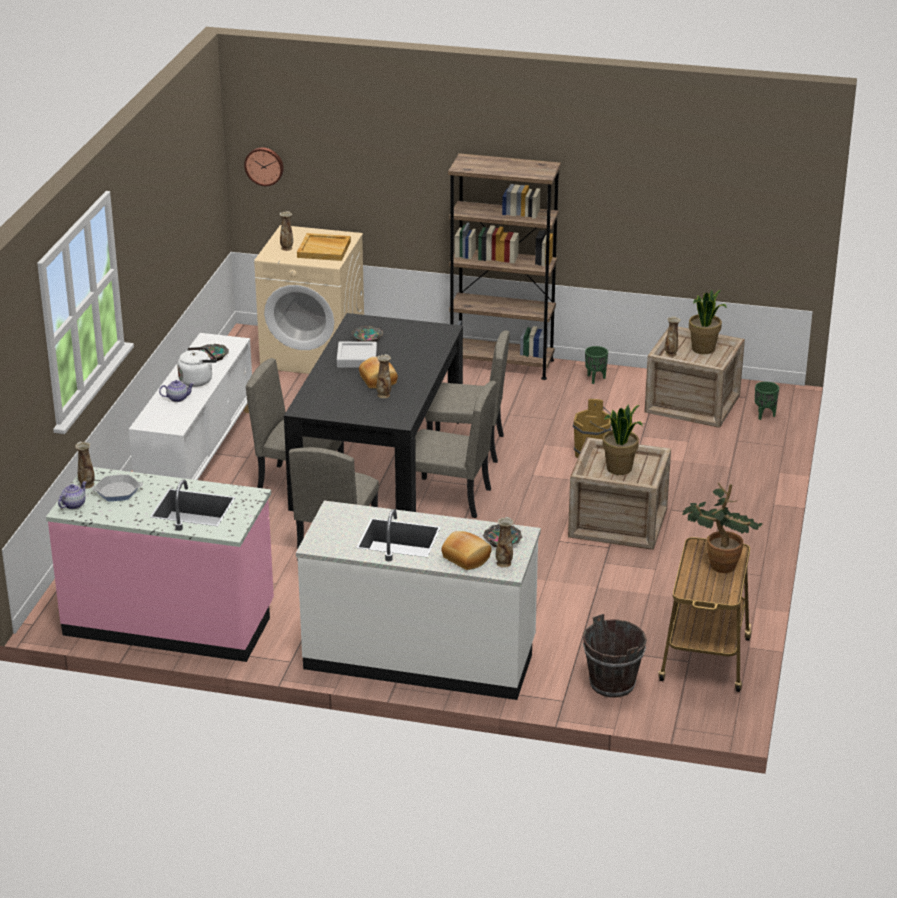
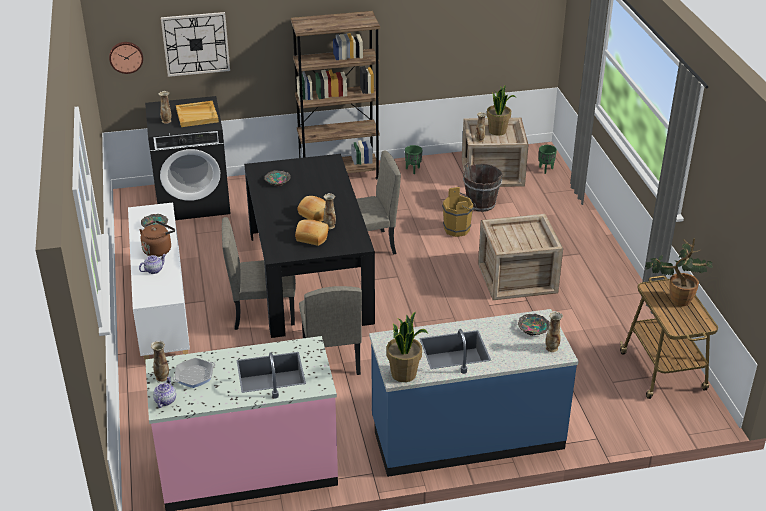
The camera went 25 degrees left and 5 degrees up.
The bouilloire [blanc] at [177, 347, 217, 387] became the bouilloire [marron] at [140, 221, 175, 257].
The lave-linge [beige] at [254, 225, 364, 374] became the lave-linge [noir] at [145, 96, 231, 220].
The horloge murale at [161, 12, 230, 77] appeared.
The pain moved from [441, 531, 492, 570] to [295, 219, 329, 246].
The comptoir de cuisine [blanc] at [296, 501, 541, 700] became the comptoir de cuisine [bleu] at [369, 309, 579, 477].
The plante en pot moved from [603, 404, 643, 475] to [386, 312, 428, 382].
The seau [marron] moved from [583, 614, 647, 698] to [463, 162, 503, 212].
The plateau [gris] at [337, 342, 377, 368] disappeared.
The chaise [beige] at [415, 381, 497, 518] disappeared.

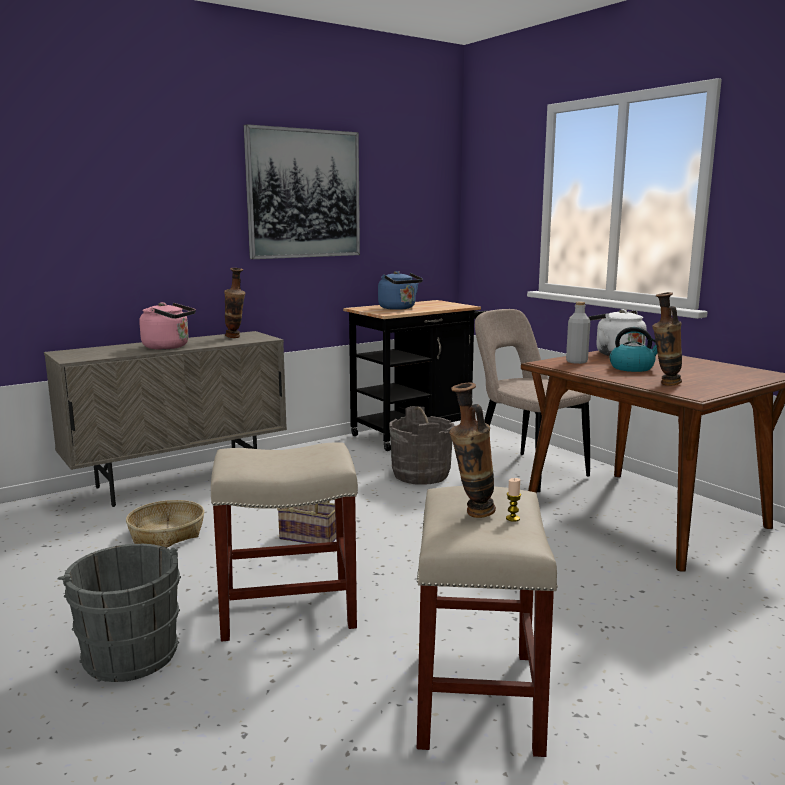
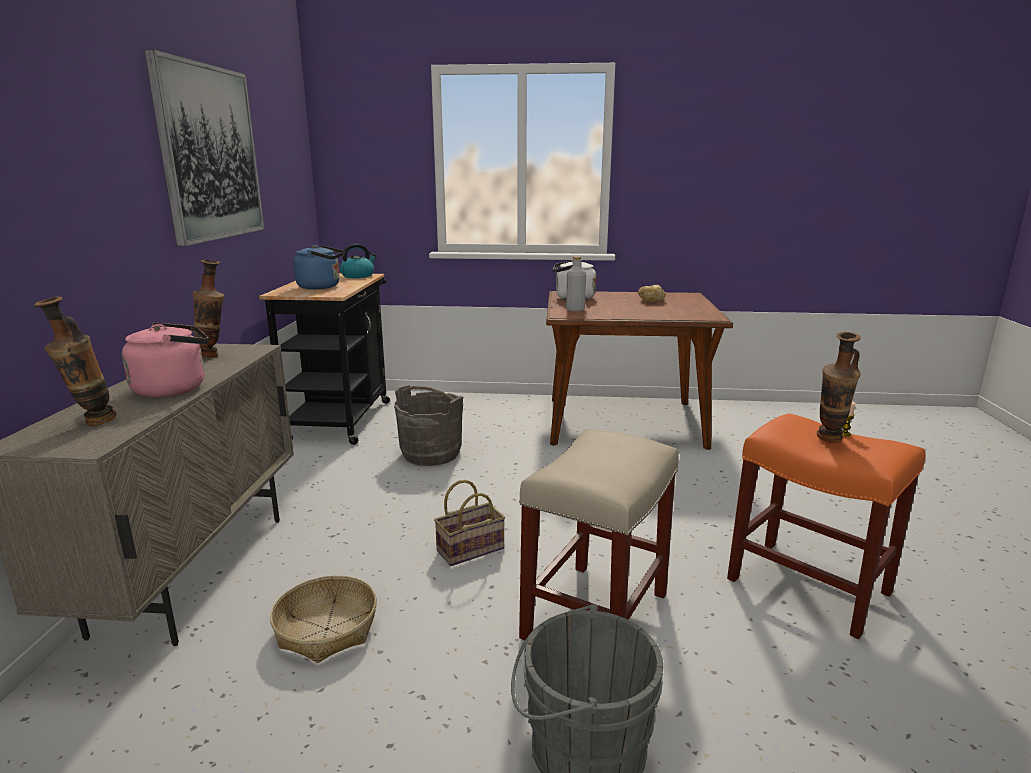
The camera went 50 degrees left and 5 degrees up.
The vase moved from [652, 292, 682, 385] to [34, 296, 116, 426].
The bouilloire moved from [610, 327, 658, 372] to [340, 244, 377, 278].
The pain at [638, 285, 666, 302] appeared.
The tabouret [beige] at [417, 486, 558, 757] became the tabouret [orange] at [727, 413, 926, 639].
The chaise [beige] at [475, 309, 591, 492] disappeared.

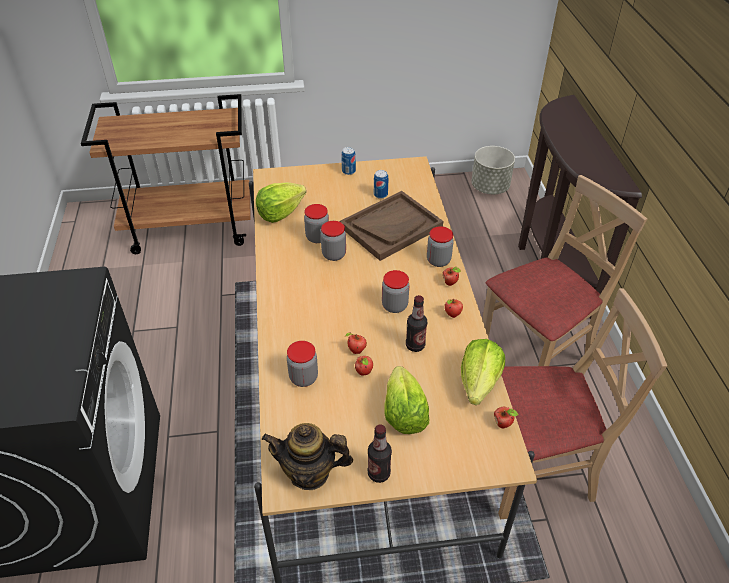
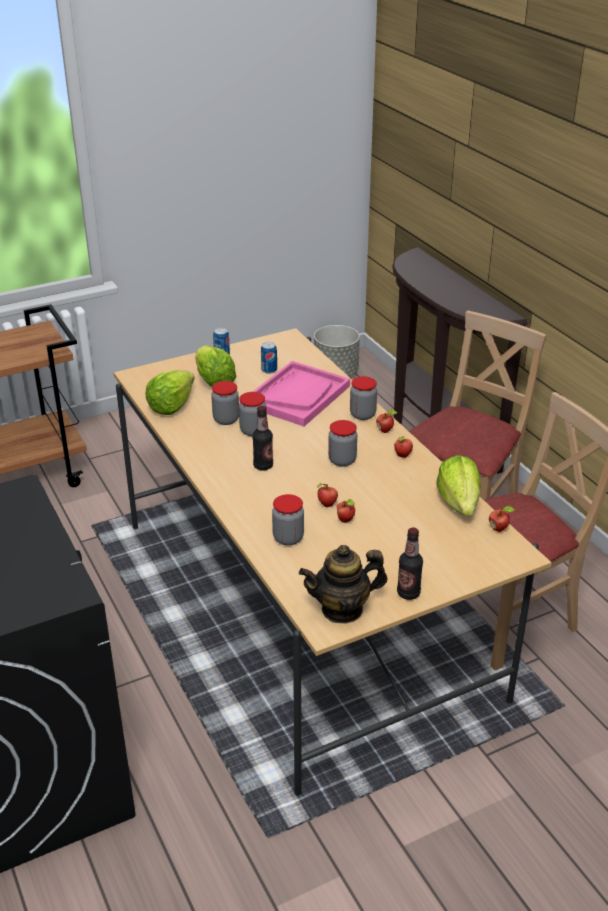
The camera went 20 degrees left and 10 degrees down.
The laitue moved from [385, 366, 429, 434] to [195, 345, 237, 387].
The bouteille moved from [406, 295, 427, 352] to [252, 406, 273, 471].
The plateau [marron] at [340, 191, 443, 261] became the plateau [rose] at [253, 361, 350, 426].

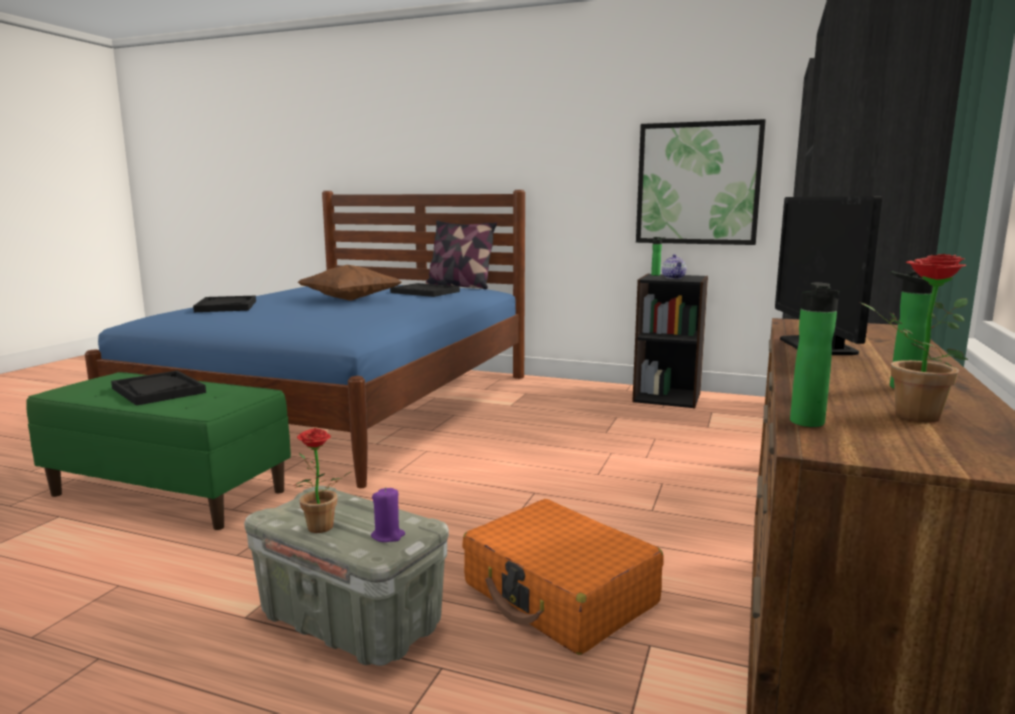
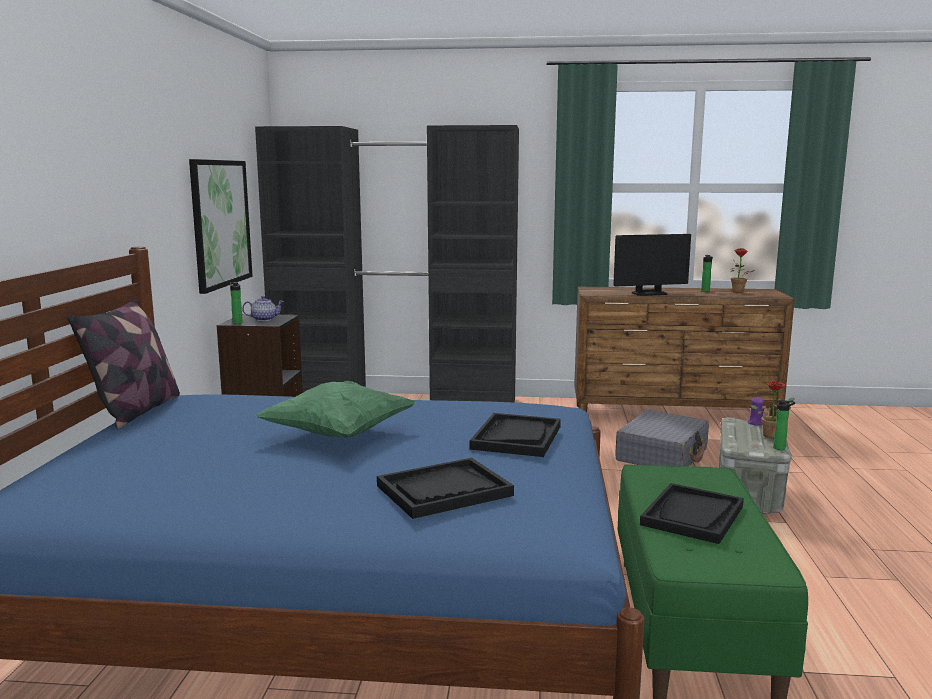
The camera went 105 degrees left and 0 degrees up.
The coussin [marron] at [298, 265, 402, 301] became the coussin [vert] at [255, 381, 416, 438].
The plateau [noir] moved from [390, 283, 460, 297] to [470, 413, 561, 457].
The valise [orange] at [462, 499, 664, 655] became the valise [gris] at [615, 410, 709, 466].
The bouteille moved from [790, 282, 839, 427] to [773, 400, 795, 450].

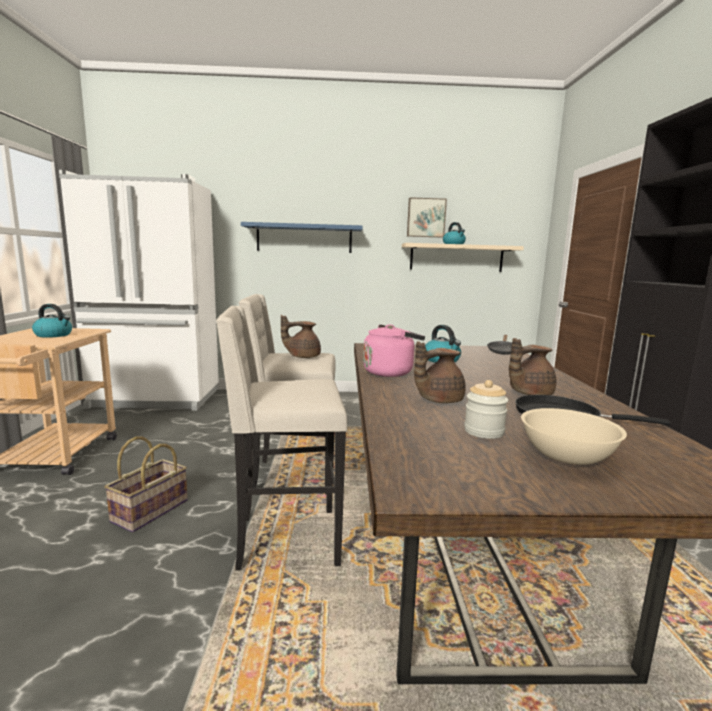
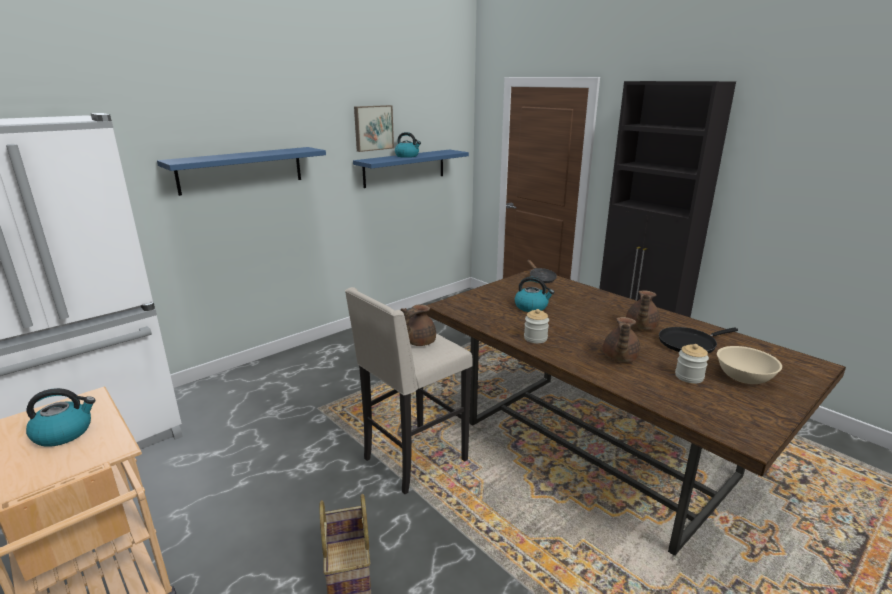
The camera went 40 degrees left and 10 degrees up.
The étagère [beige] at [402, 243, 524, 272] became the étagère [bleu] at [353, 150, 469, 188].
The bouilloire [rose] at [363, 324, 425, 377] was replaced by the bocal at [524, 309, 549, 343].
The tabouret [beige] at [216, 306, 347, 570] disappeared.

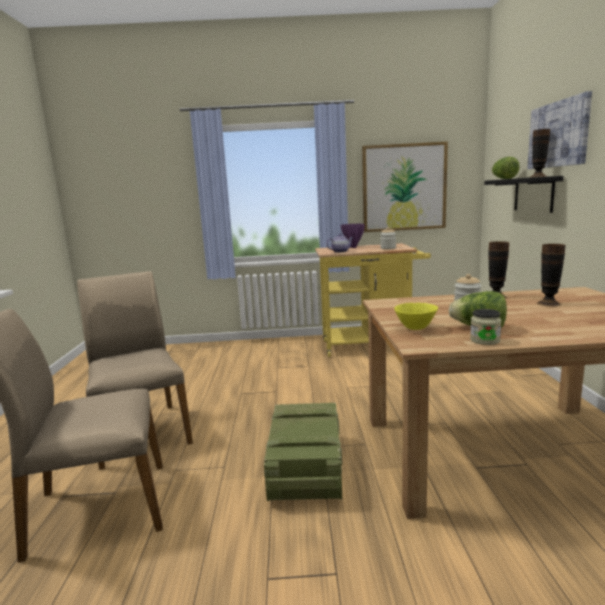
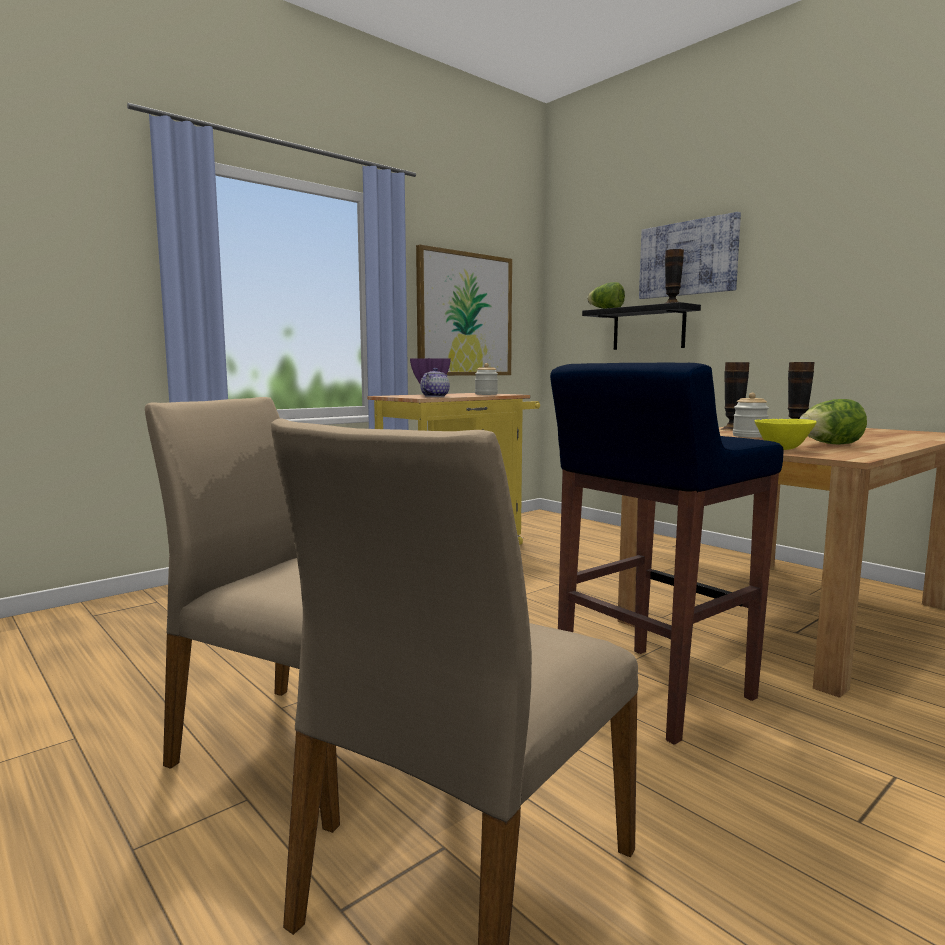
The camera went 40 degrees left and 5 degrees down.
The caisse at [264, 403, 342, 501] was replaced by the tabouret [bleu] at [550, 363, 783, 745].
The bocal at [470, 309, 501, 345] disappeared.

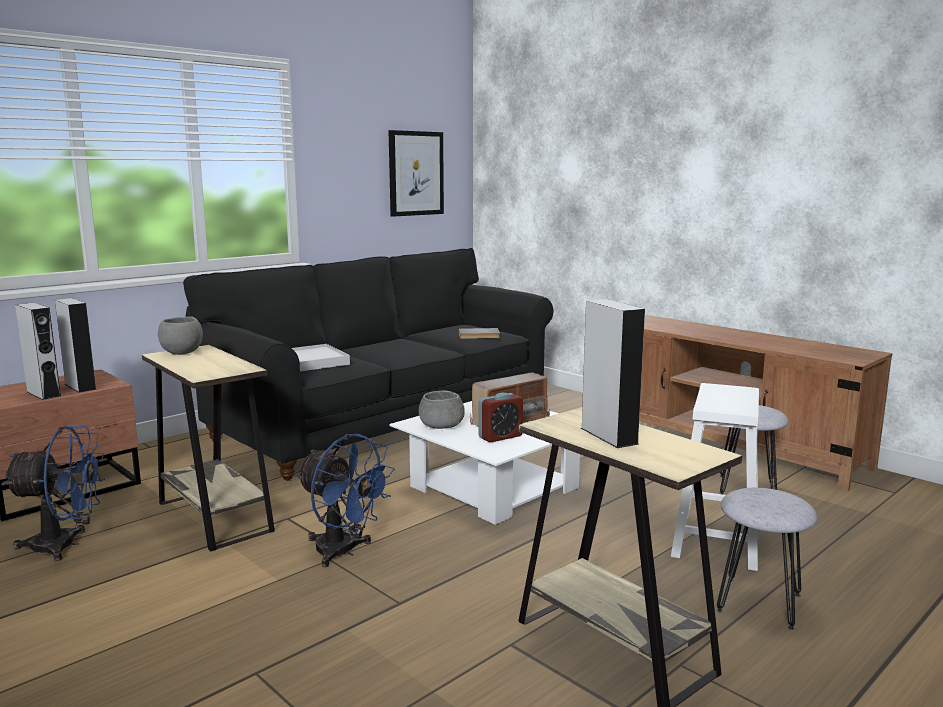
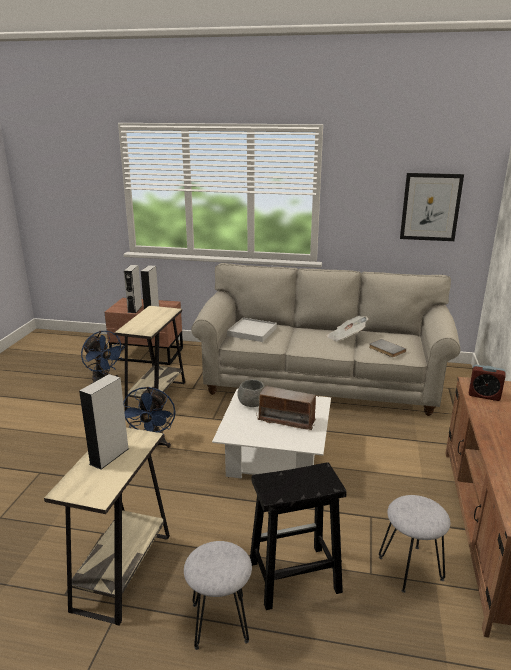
The camera went 55 degrees right and 10 degrees up.
The canapé [noir] at [183, 248, 553, 481] became the canapé [beige] at [191, 263, 460, 416].
The tabouret [blanc] at [671, 383, 759, 571] became the tabouret [noir] at [250, 462, 347, 610].
The journal at [327, 316, 369, 342] appeared.
The réveil moved from [478, 393, 523, 443] to [469, 365, 506, 401].
The bol [gris] at [158, 316, 203, 355] disappeared.

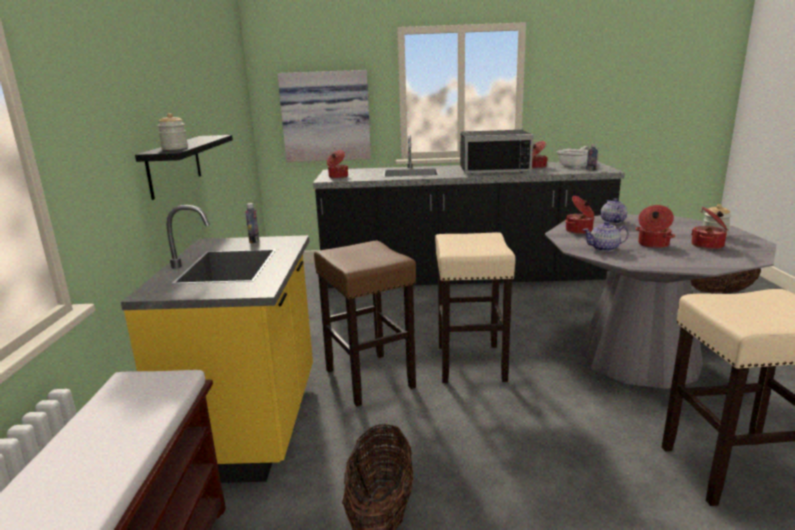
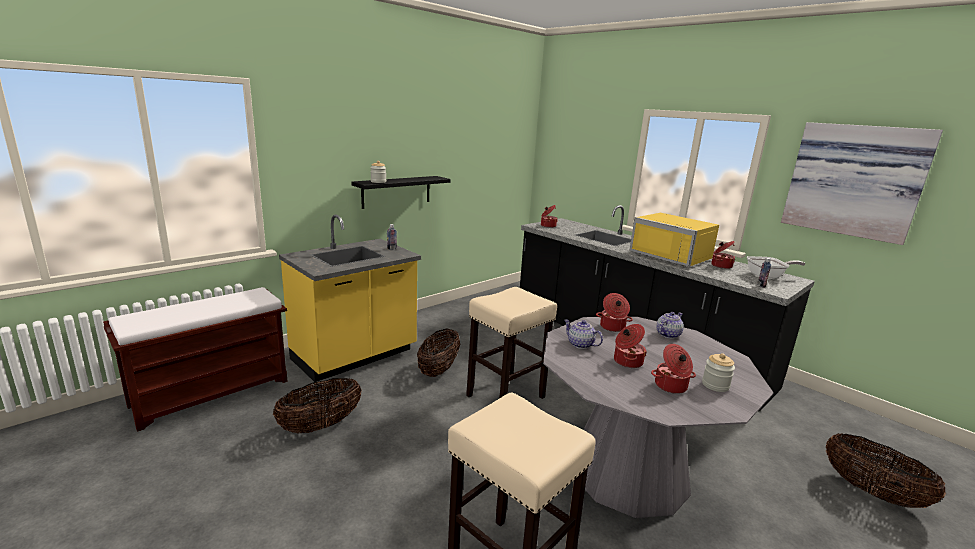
The camera went 45 degrees right and 0 degrees up.
The tabouret [marron] at [314, 241, 416, 407] was replaced by the panier at [417, 329, 460, 377].
The micro-ondes [noir] at [460, 130, 534, 175] became the micro-ondes [jaune] at [629, 213, 719, 267].
The tableau moved from [277, 70, 371, 162] to [781, 122, 943, 245].

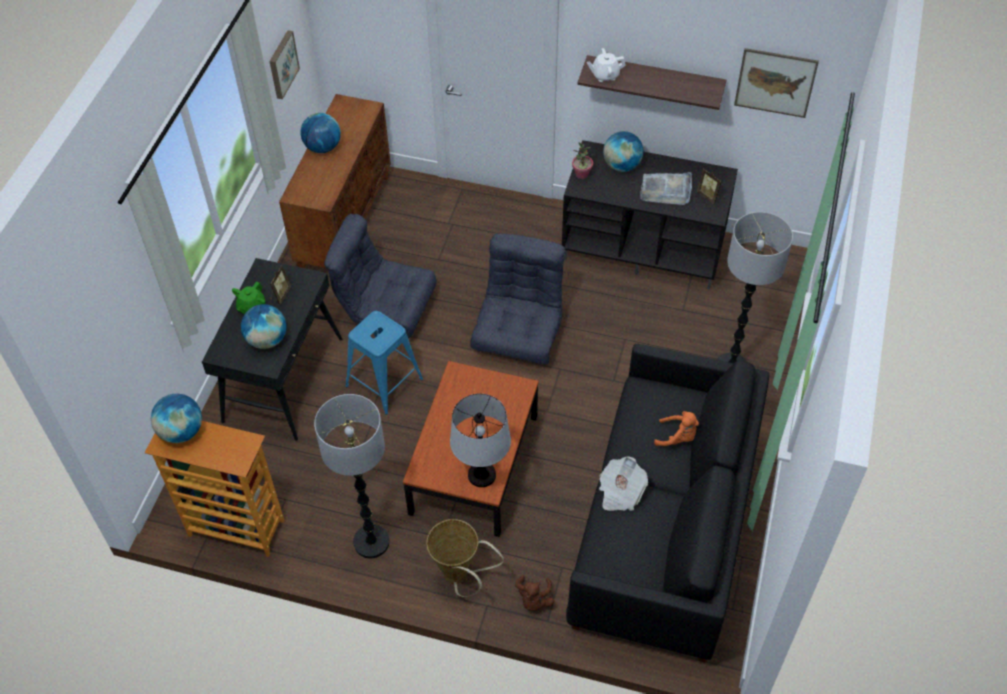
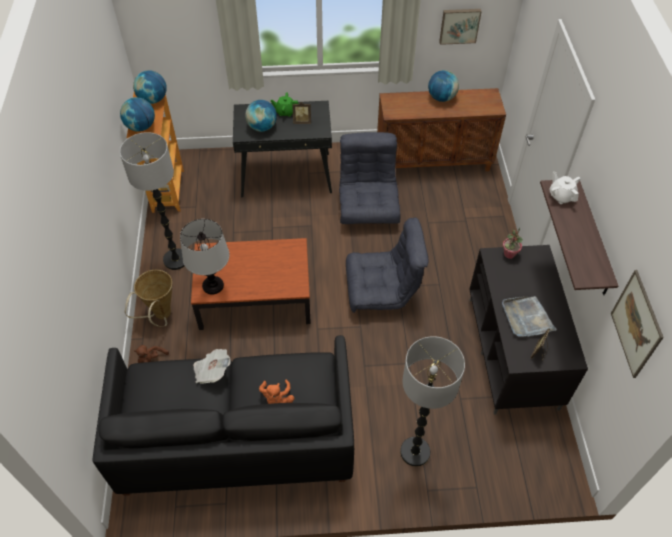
The camera went 70 degrees right and 0 degrees up.
The globe moved from [603, 131, 643, 172] to [120, 97, 155, 132].
The tabouret [bleu] at [346, 311, 423, 415] disappeared.

